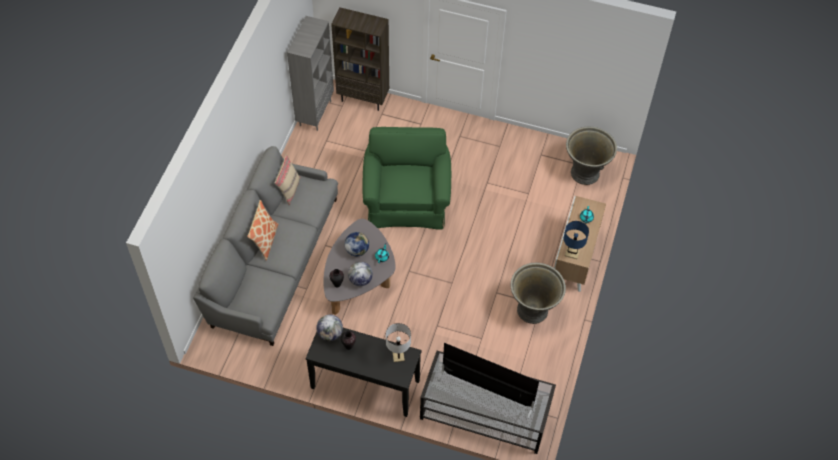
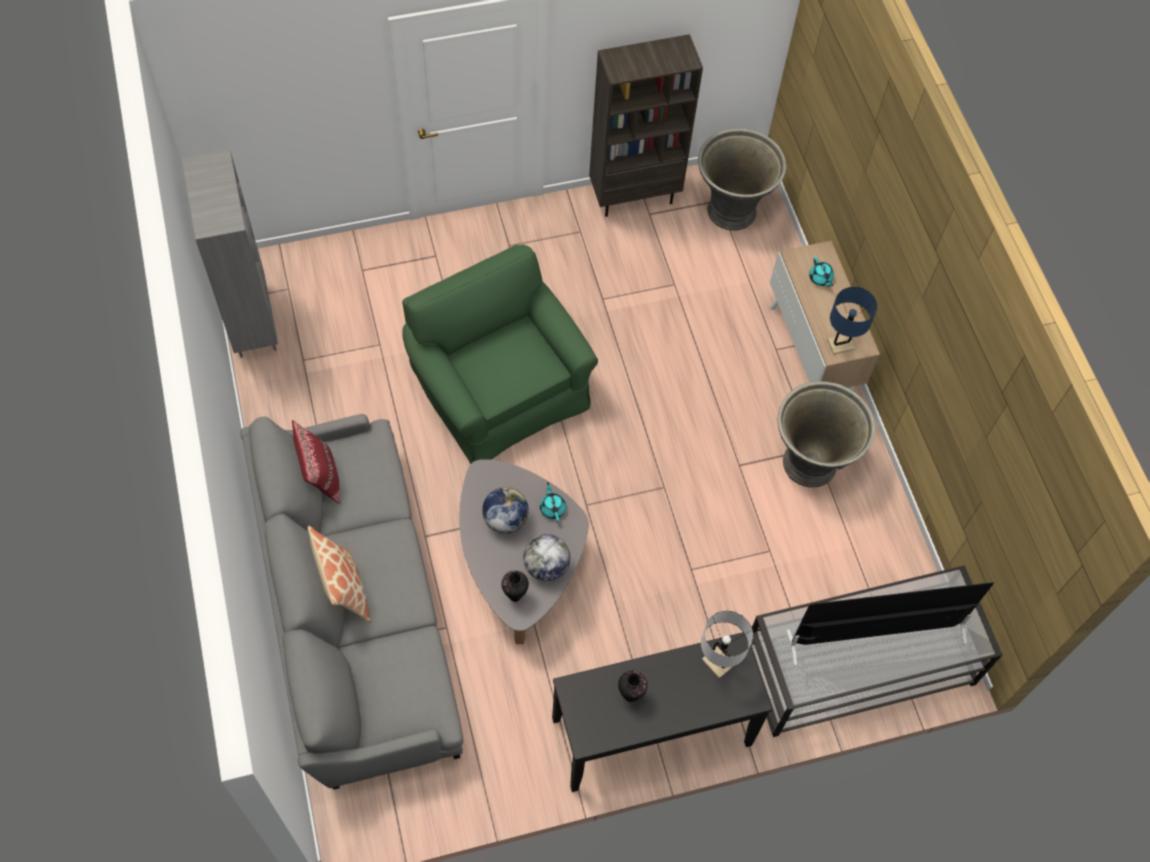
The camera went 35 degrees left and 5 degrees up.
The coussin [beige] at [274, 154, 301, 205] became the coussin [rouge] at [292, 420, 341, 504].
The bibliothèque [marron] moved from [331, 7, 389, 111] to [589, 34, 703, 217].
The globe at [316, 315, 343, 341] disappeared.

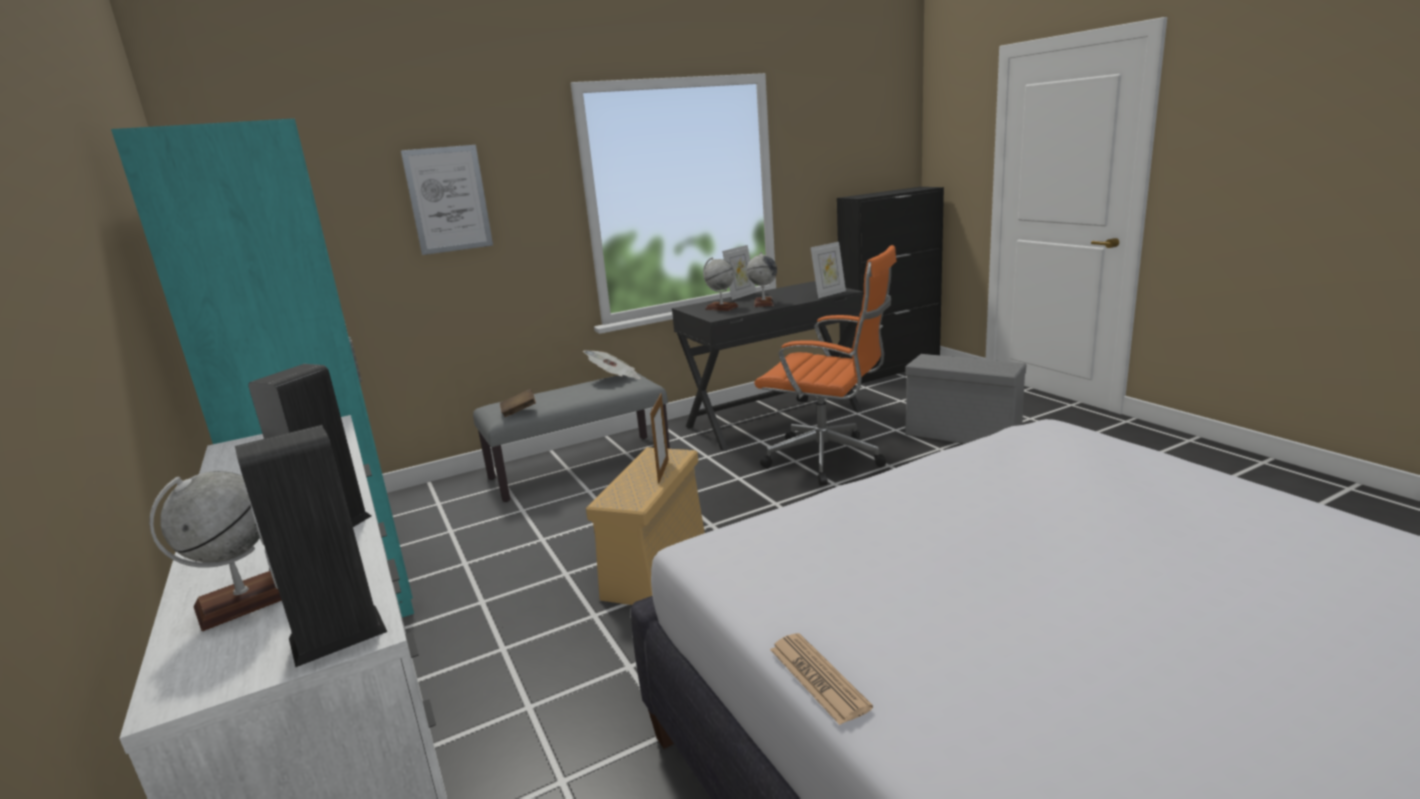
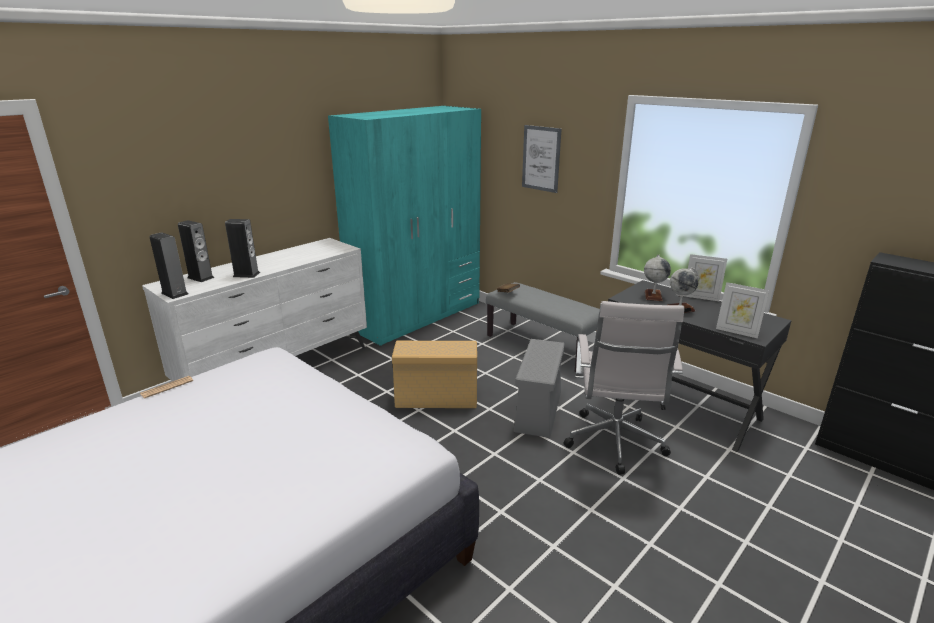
The camera went 70 degrees right and 5 degrees up.
The globe at [149, 471, 282, 631] was replaced by the enceinte at [178, 220, 214, 282].
The boîte de rangement [gris] moved from [905, 354, 1026, 444] to [514, 339, 565, 438].
The chaise de bureau [orange] at [754, 245, 897, 486] became the chaise de bureau [blanc] at [564, 301, 685, 475].
The journal at [583, 350, 641, 379] disappeared.
The cadre photo at [650, 393, 669, 484] disappeared.

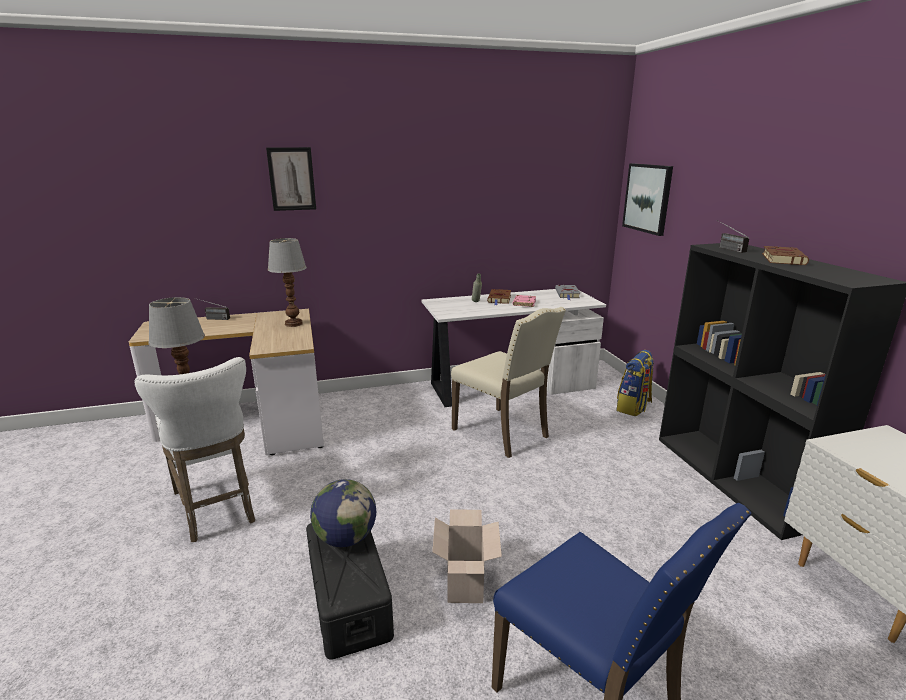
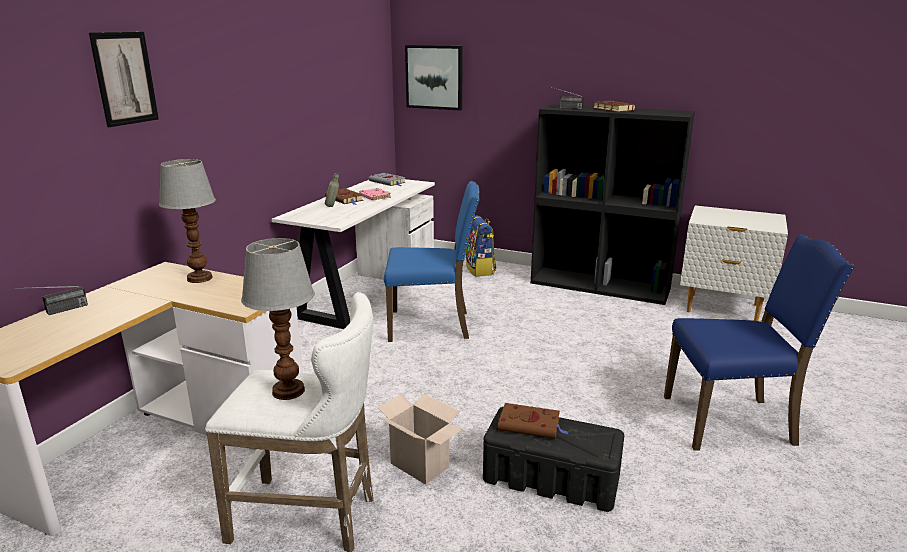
The camera went 50 degrees left and 0 degrees up.
The carton moved from [432, 509, 502, 603] to [378, 394, 463, 485].
The chaise [beige] at [451, 307, 566, 458] became the chaise [bleu] at [384, 181, 480, 342].
The globe at [310, 479, 376, 547] was replaced by the livre [marron] at [498, 403, 568, 439].

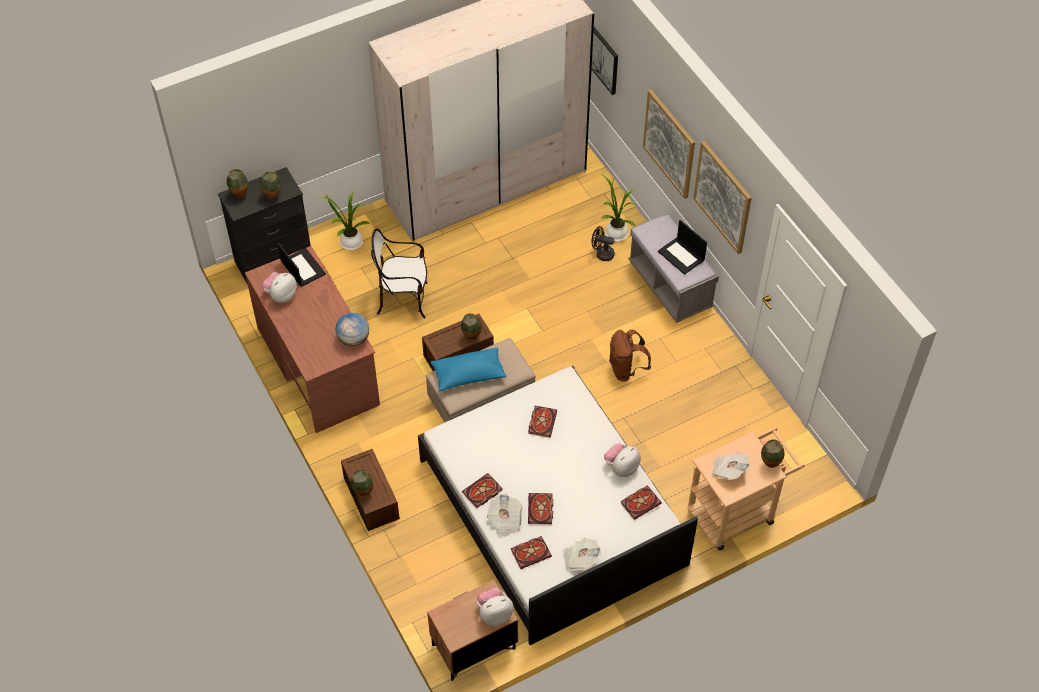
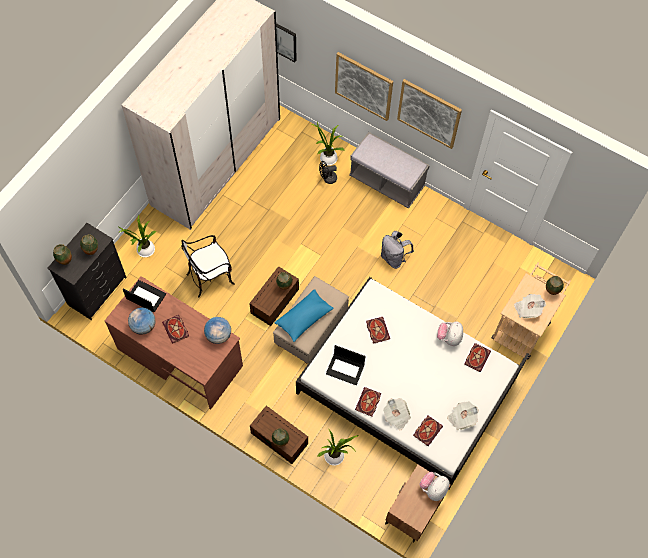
The camera went 30 degrees left and 10 degrees up.
The peluche at [262, 272, 297, 303] was replaced by the globe at [128, 308, 155, 334].
The livre moved from [528, 493, 553, 524] to [162, 315, 189, 344].
The plante en pot at [318, 429, 359, 466] appeared.
The ordinateur portable moved from [658, 220, 707, 275] to [326, 345, 366, 385].
The sac à dos [marron] at [609, 330, 651, 382] became the sac à dos [gris] at [381, 231, 414, 269].

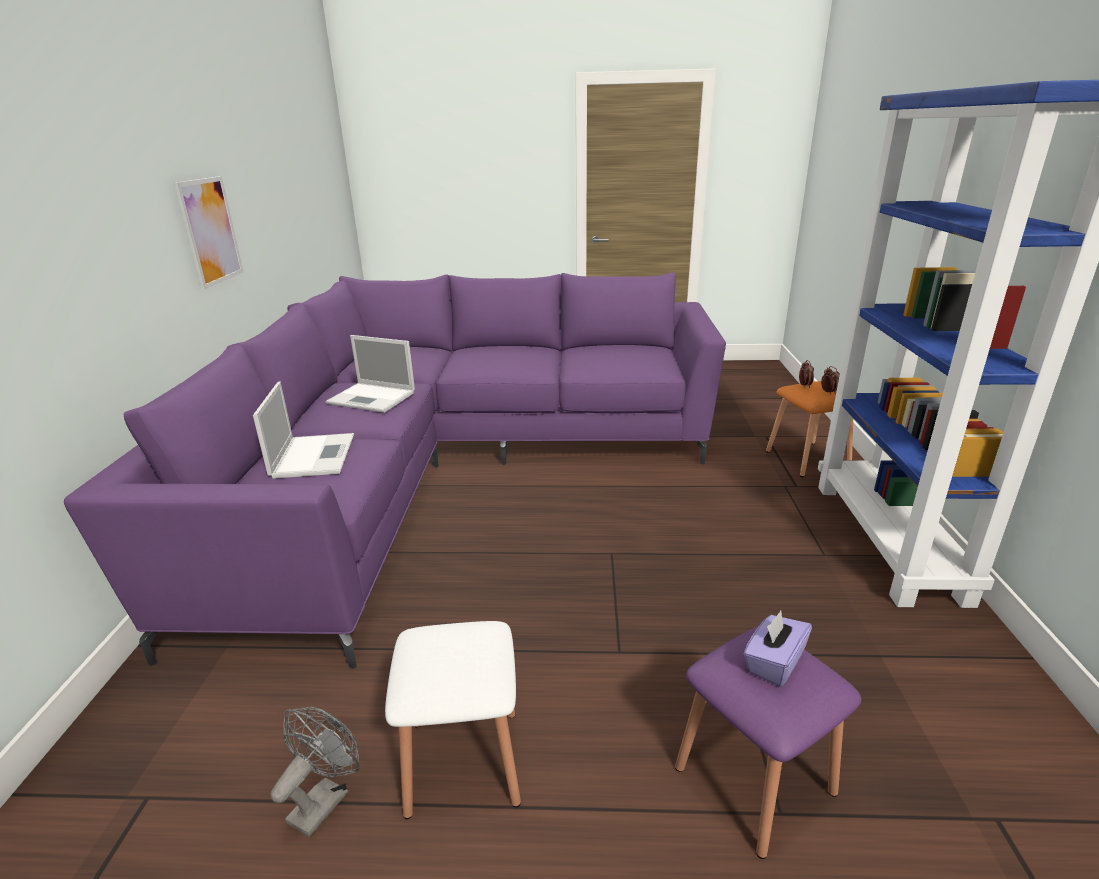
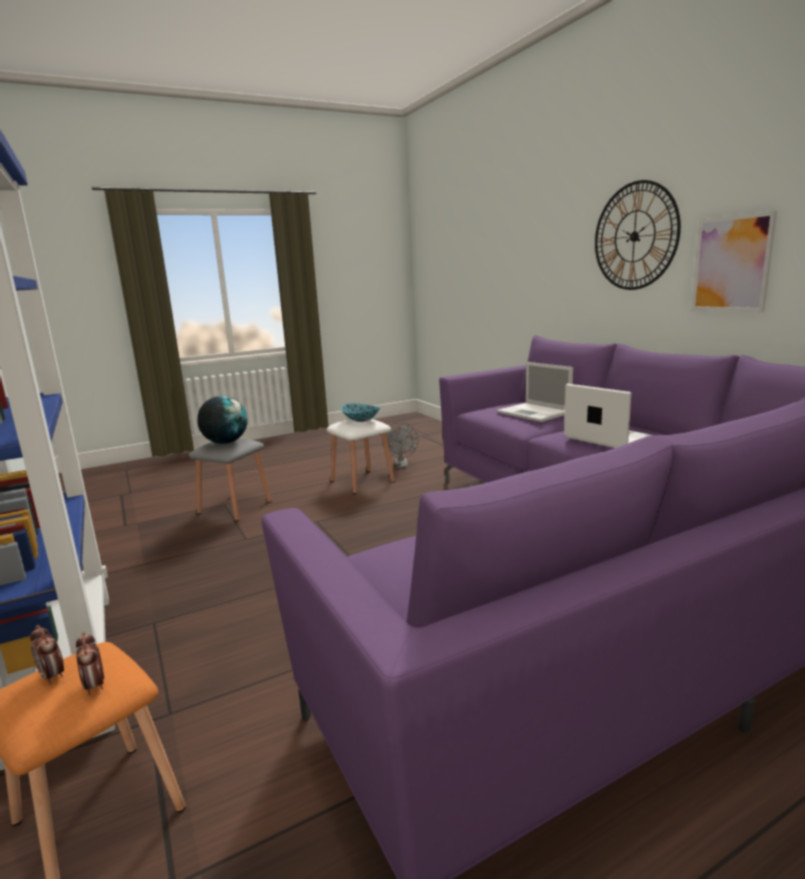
The camera went 150 degrees right and 10 degrees down.
The tabouret [violet] at [675, 626, 861, 859] became the tabouret [gris] at [189, 438, 272, 521].
The boîte à mouchoirs [violet] at [744, 611, 812, 687] was replaced by the globe at [197, 396, 248, 444].
The bol at [341, 403, 380, 422] appeared.
The ordinateur portable at [326, 335, 415, 413] turned 60 degrees clockwise.
The horloge murale at [595, 180, 681, 290] appeared.

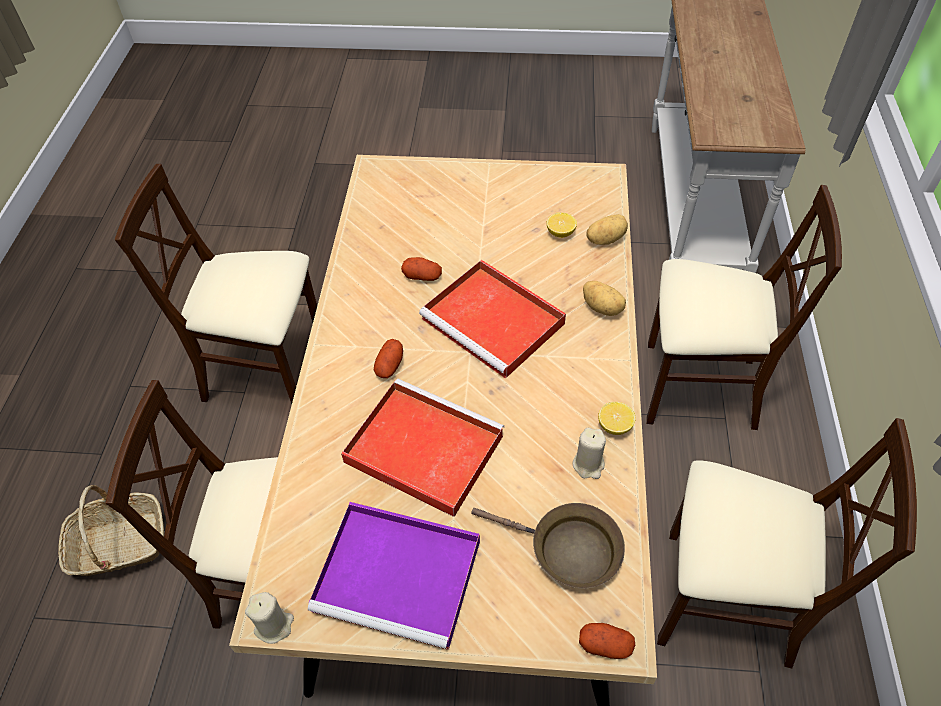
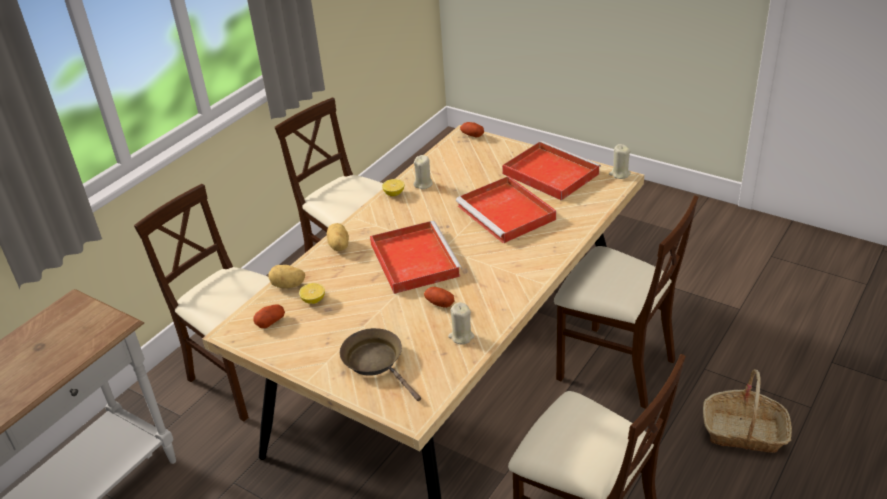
The camera went 150 degrees left and 15 degrees down.
The pomme de terre moved from [374, 339, 403, 378] to [254, 304, 285, 328].
The poêle [marron] moved from [471, 503, 625, 588] to [340, 328, 421, 401].
The bougie [beige] at [448, 302, 475, 345] appeared.
The plateau [violet] at [308, 502, 480, 650] became the plateau [rouge] at [502, 141, 601, 201].

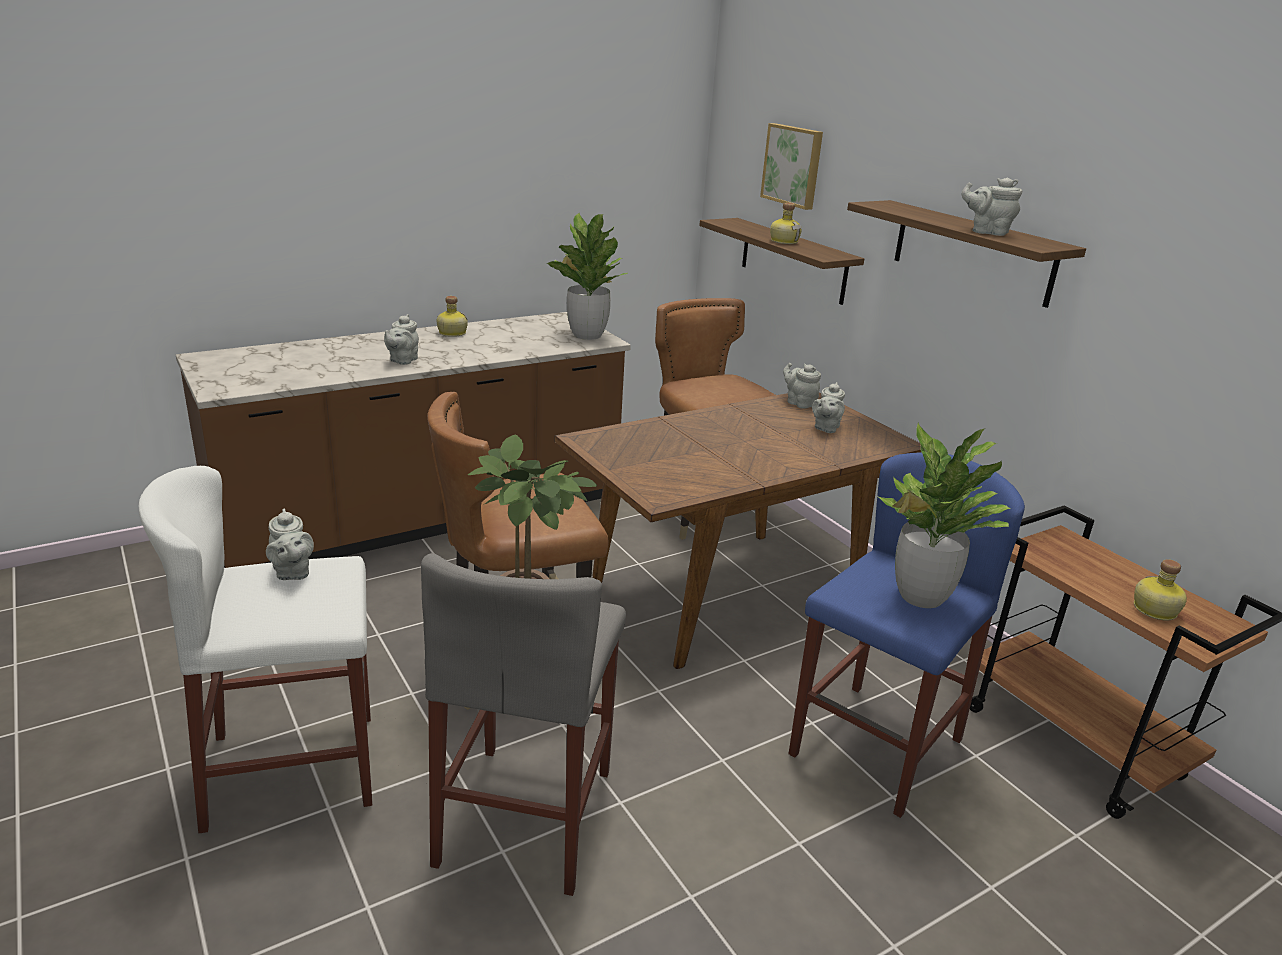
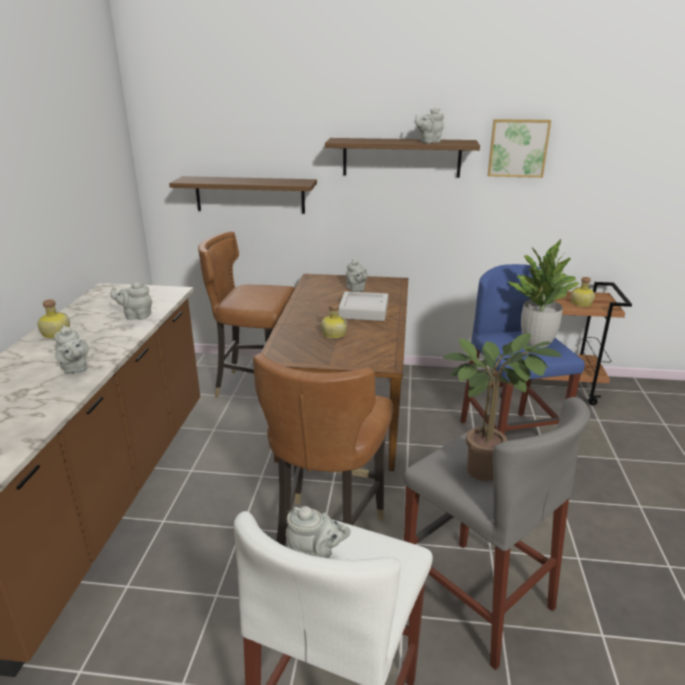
The camera went 50 degrees left and 0 degrees up.
The théière [gris] moved from [783, 363, 821, 409] to [110, 282, 152, 320].
The bouteille moved from [770, 203, 802, 244] to [321, 303, 347, 339].
The plateau [gris] at [338, 291, 388, 321] appeared.
The tableau moved from [760, 123, 823, 210] to [488, 119, 551, 178].
The plante en pot at [547, 213, 627, 340] disappeared.

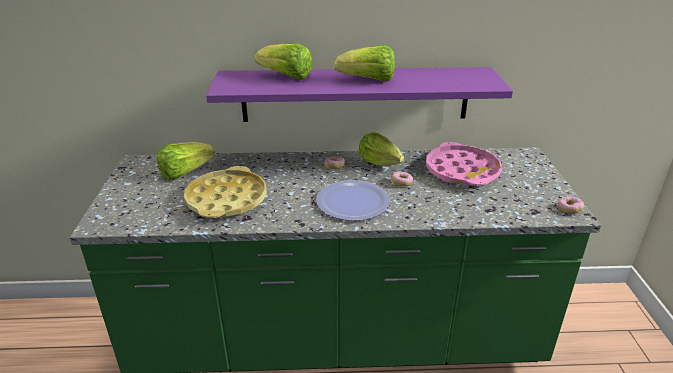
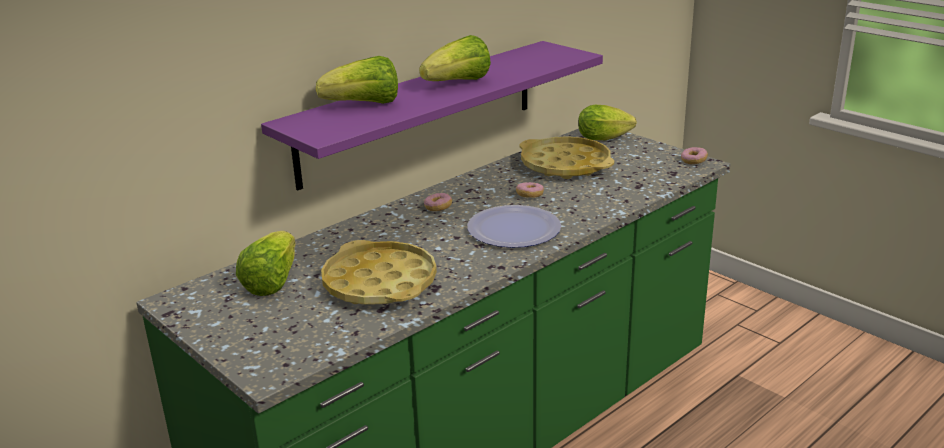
The camera went 40 degrees left and 5 degrees down.
The plateau [rose] at [426, 142, 502, 186] became the plateau [jaune] at [519, 136, 614, 179].
The laitue moved from [359, 132, 404, 166] to [578, 105, 637, 140].

